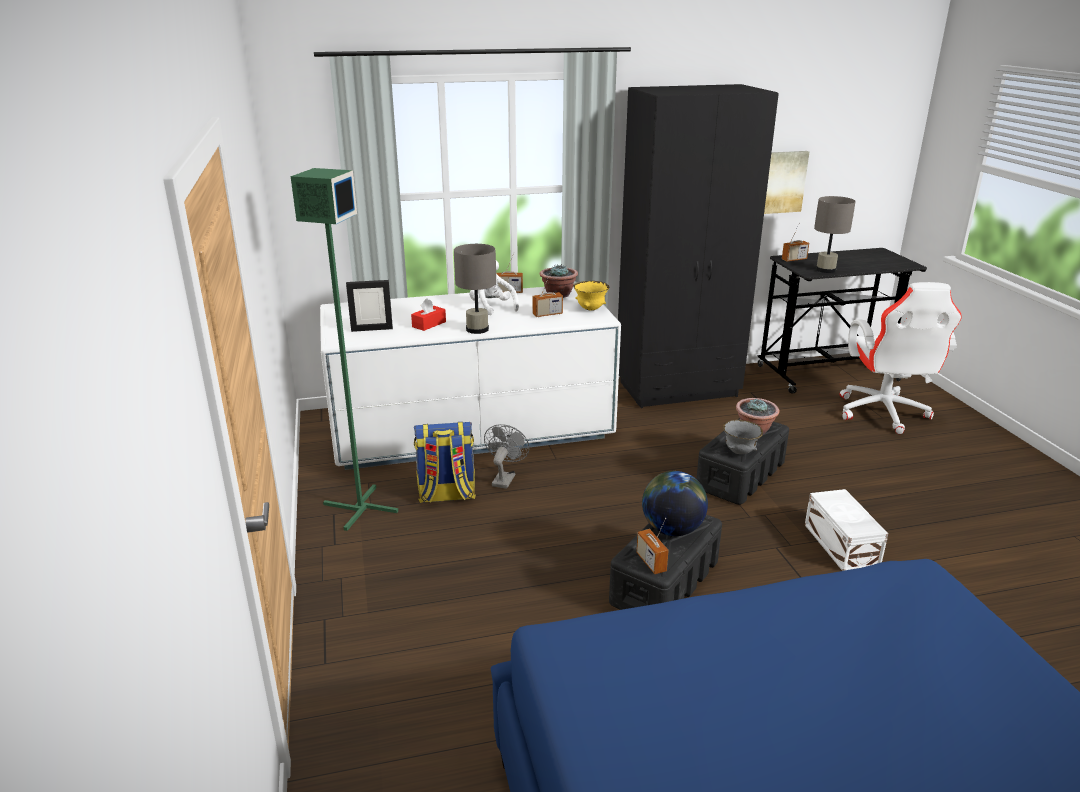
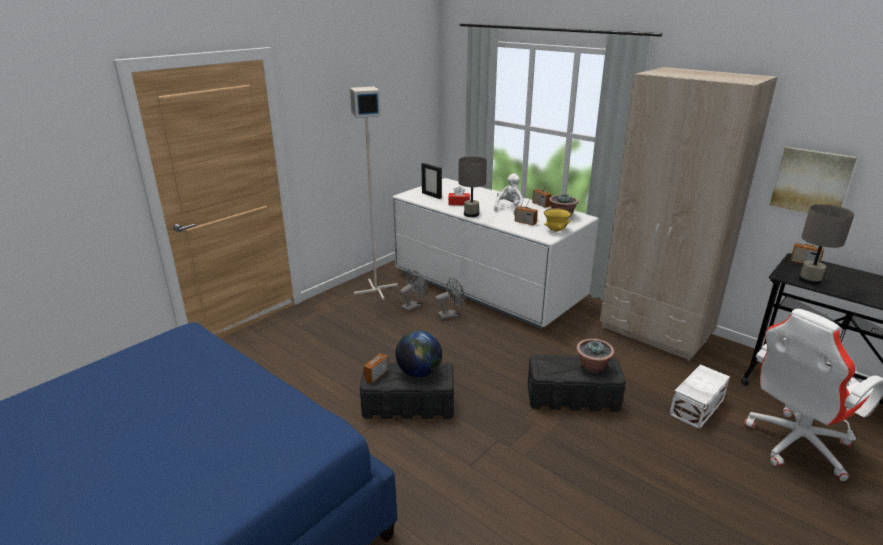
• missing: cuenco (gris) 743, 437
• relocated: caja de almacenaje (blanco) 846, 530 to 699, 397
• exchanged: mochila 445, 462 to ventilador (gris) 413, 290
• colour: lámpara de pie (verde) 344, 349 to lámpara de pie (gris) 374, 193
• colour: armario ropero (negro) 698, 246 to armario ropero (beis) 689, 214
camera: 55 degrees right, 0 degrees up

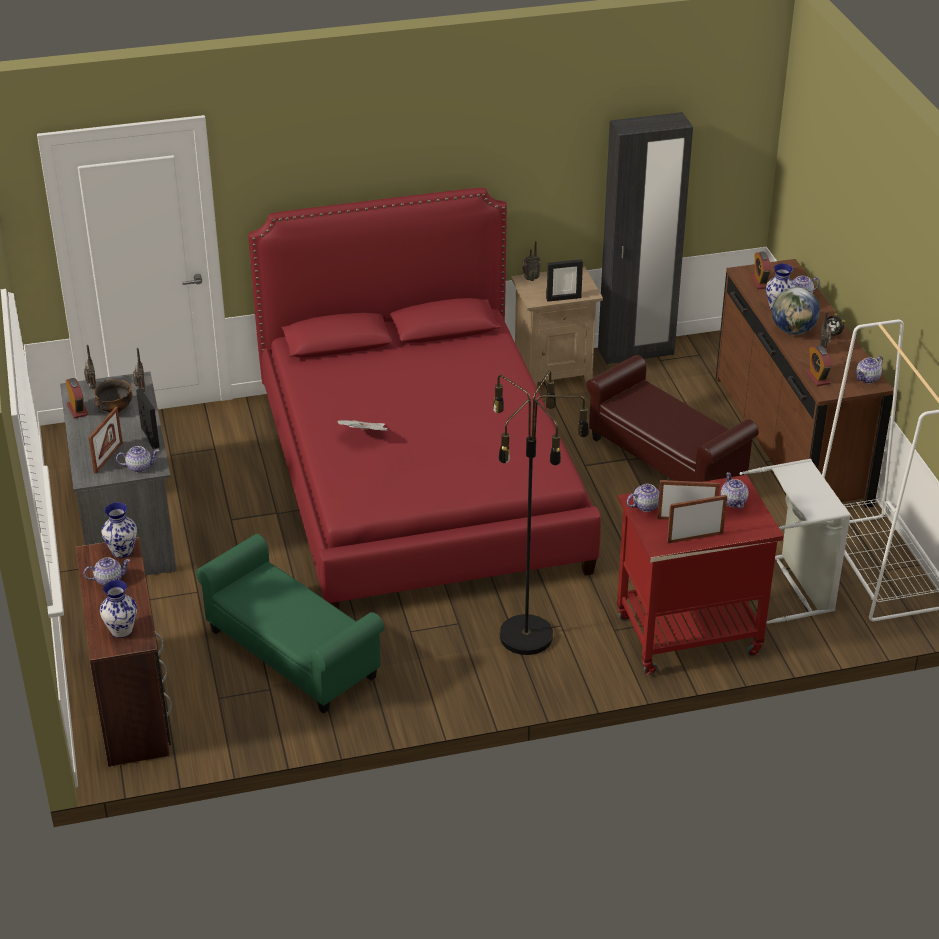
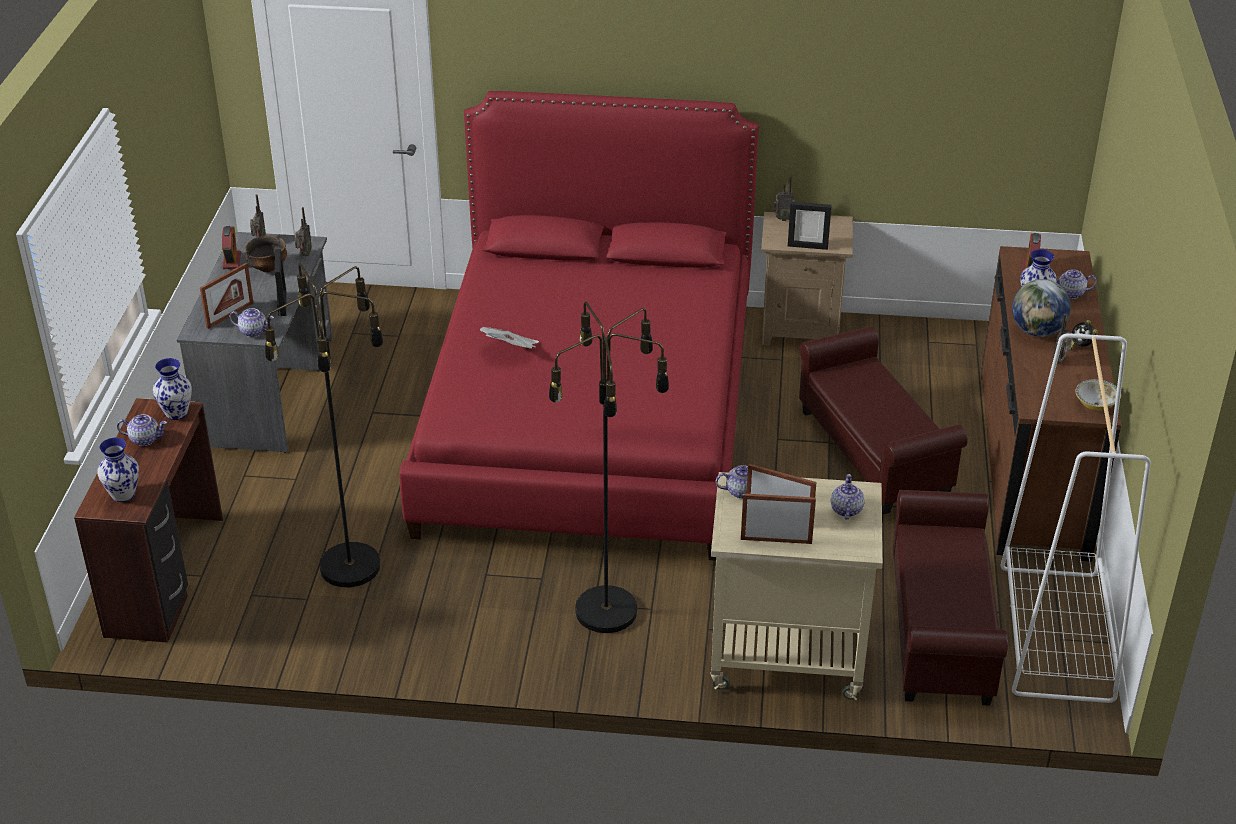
• missing: armario ropero (negro) 645, 238
• missing: despertador 818, 366
• exchanged: puf (verde) 290, 624 to lámpara de pie 324, 425
• exchanged: cesto de la ropa (gris) 795, 541 to puf (marrón) 950, 598
• exchanged: tetera 869, 369 to cuenco 1098, 395
• colour: carrito (rojo) 700, 575 to carrito (beis) 796, 586
camera: 20 degrees right, 0 degrees up

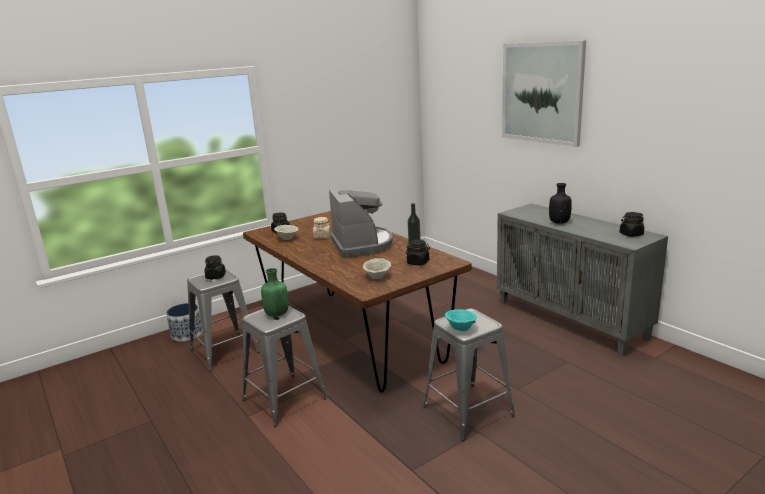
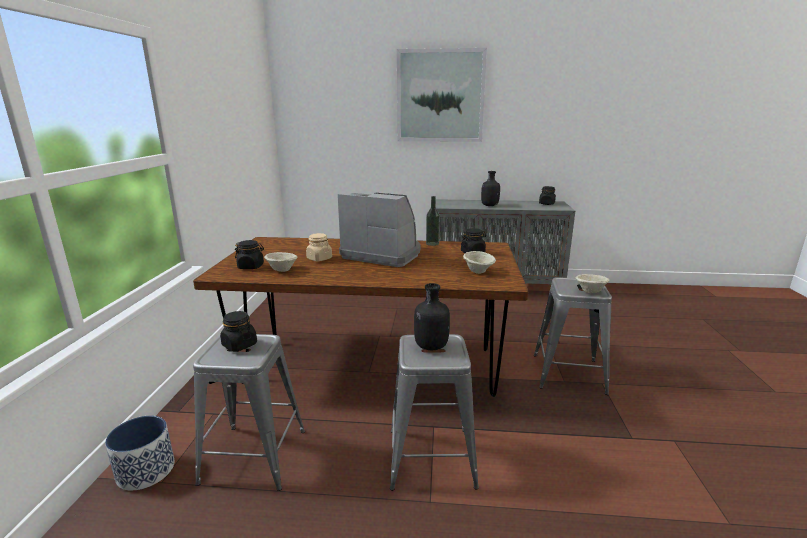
• colour: botella (verde) 275, 292 to botella (negro) 432, 316
• colour: cuenco (turquesa) 461, 320 to cuenco (beis) 592, 283
camera: 50 degrees left, 0 degrees up

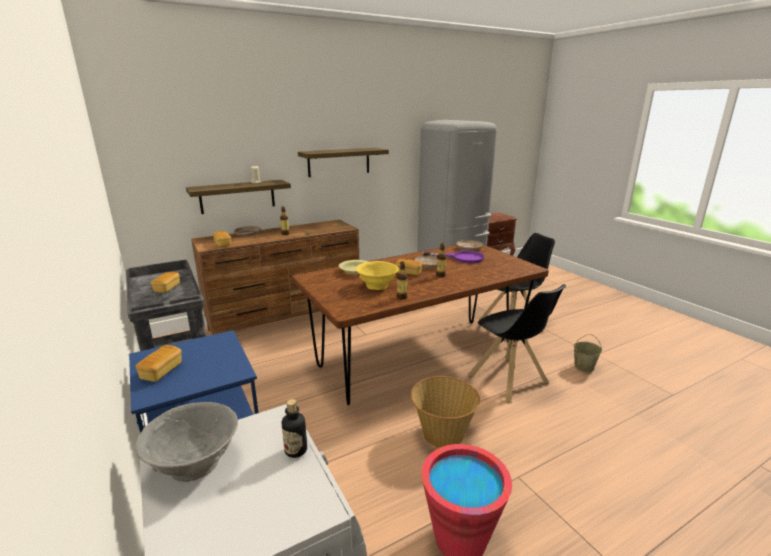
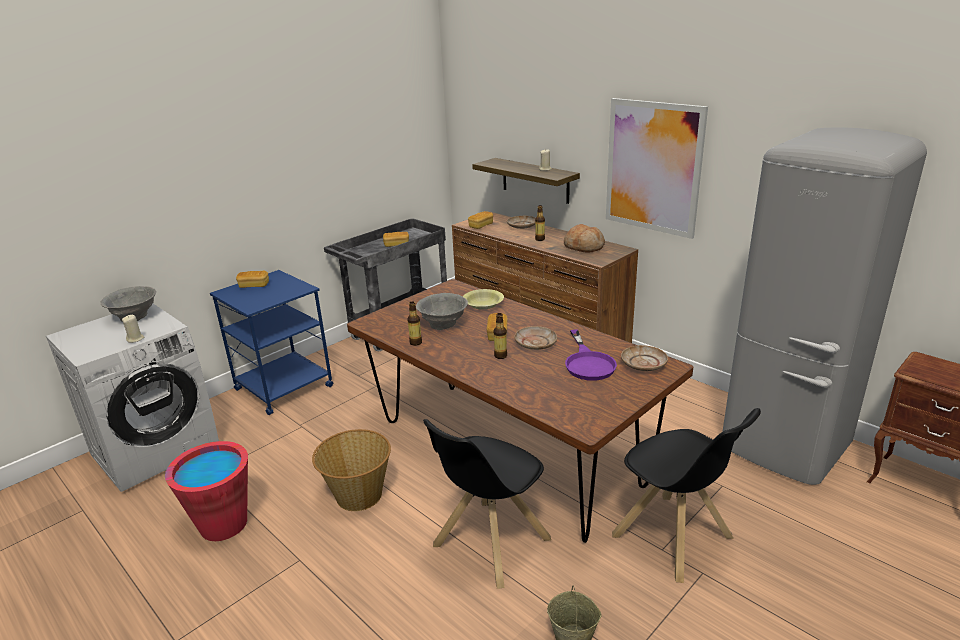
• appeared: pan 584, 238
• exchanged: botella 294, 428 to vela (beis) 133, 329
• exchanged: estante 343, 162 to cuadro 657, 168
• colour: cuenco (amarillo) 377, 275 to cuenco (gris) 442, 311
camera: 75 degrees right, 5 degrees up

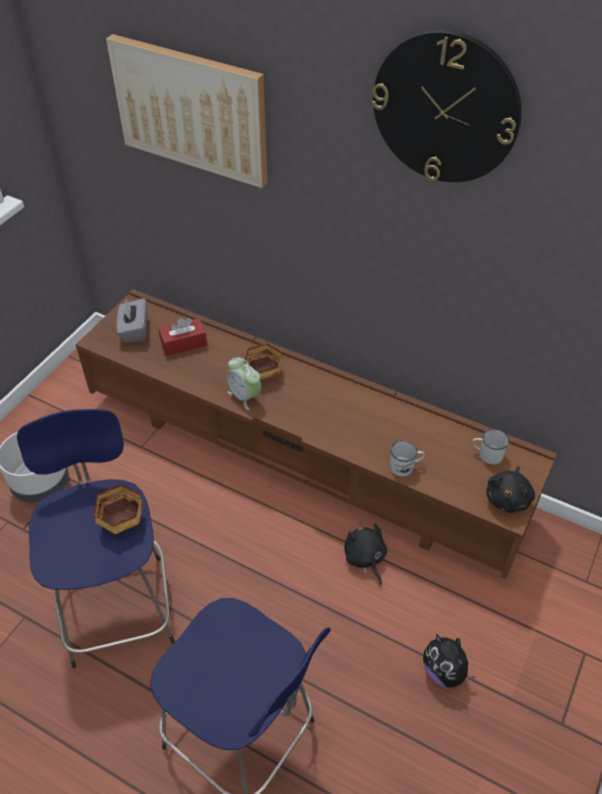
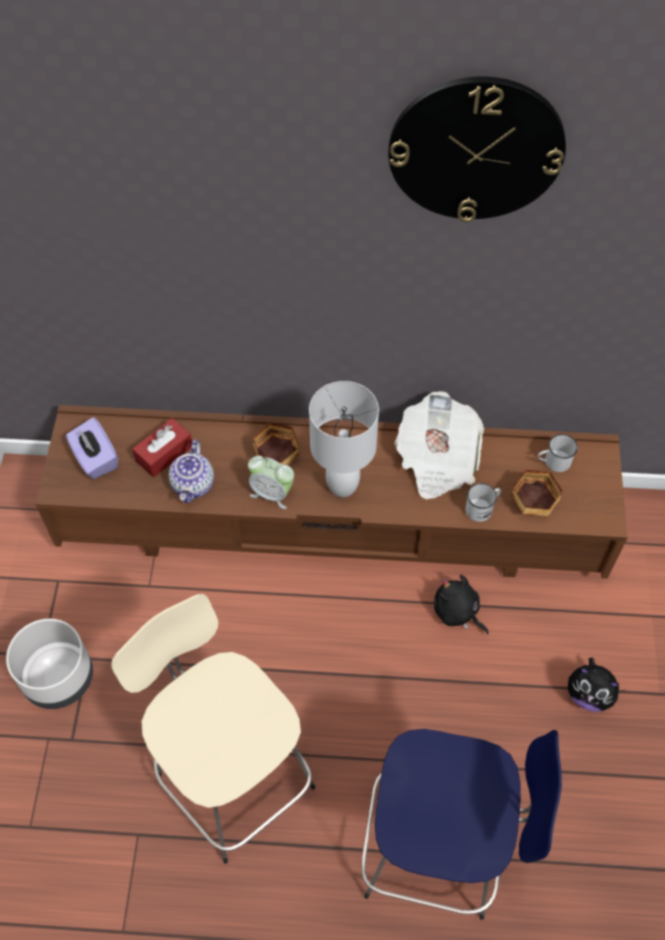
• missing: cuadro 187, 111
• missing: peluche (negro) 510, 489
• appeared: tetera 191, 471
• appeared: lámpara de mesa (blanco) 344, 439
• appeared: periódico 439, 445
• relocated: cuenco 118, 509 to 537, 493
• colour: taburete (azul) 96, 539 to taburete (beis) 213, 729
• colour: caja de pañuelos (gris) 132, 320 to caja de pañuelos (morado) 92, 448
camera: 25 degrees left, 10 degrees up

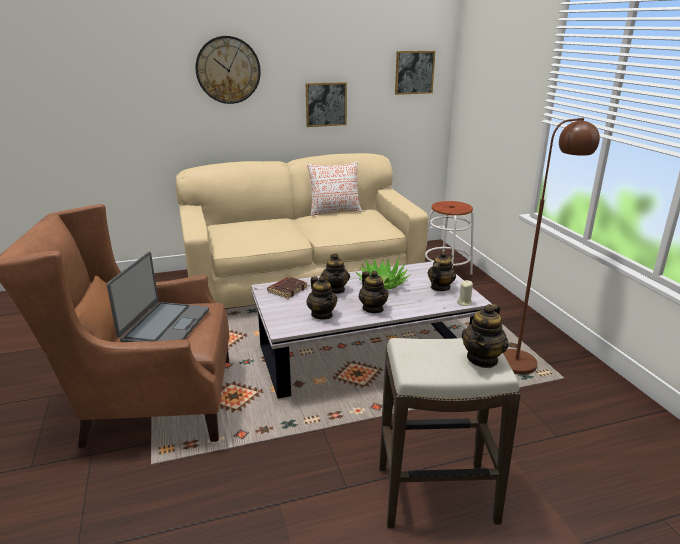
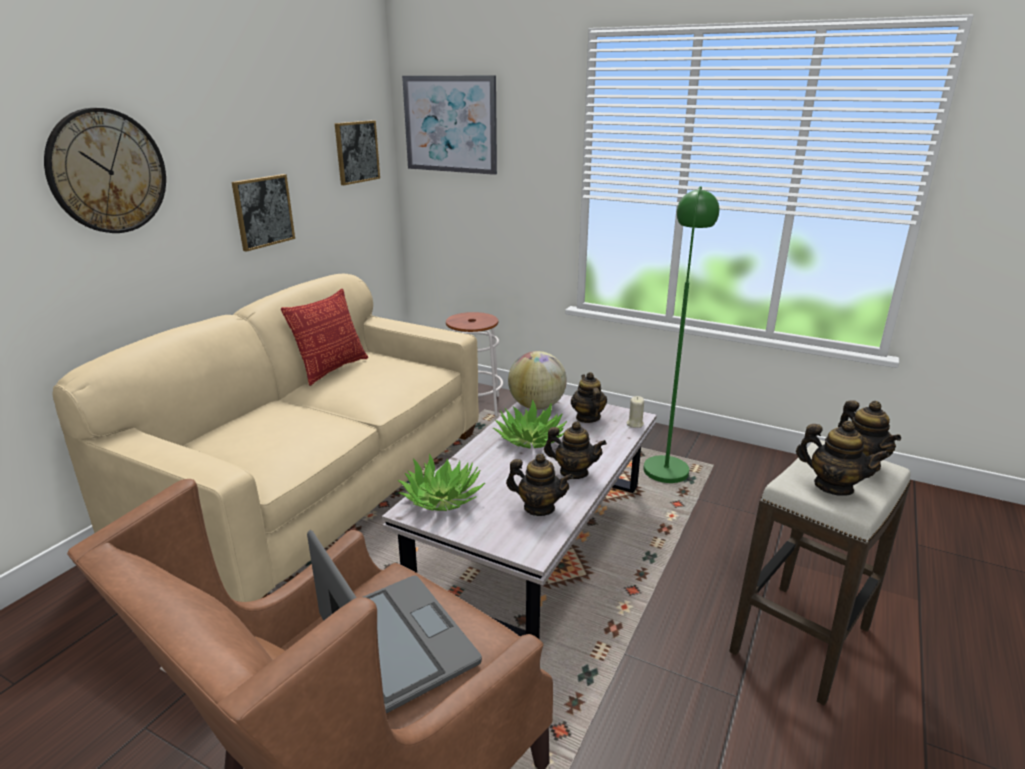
• appeared: cuadro 449, 125
• appeared: globo terráqueo 537, 380
• relocated: tetera 335, 273 to 843, 458
• exchanged: libro (marrón) 287, 288 to planta en maceta 441, 482
• colour: cojín (blanco) 334, 189 to cojín (rojo) 324, 337
• colour: lámpara de pie (marrón) 551, 246 to lámpara de pie (verde) 681, 334
camera: 45 degrees left, 0 degrees up

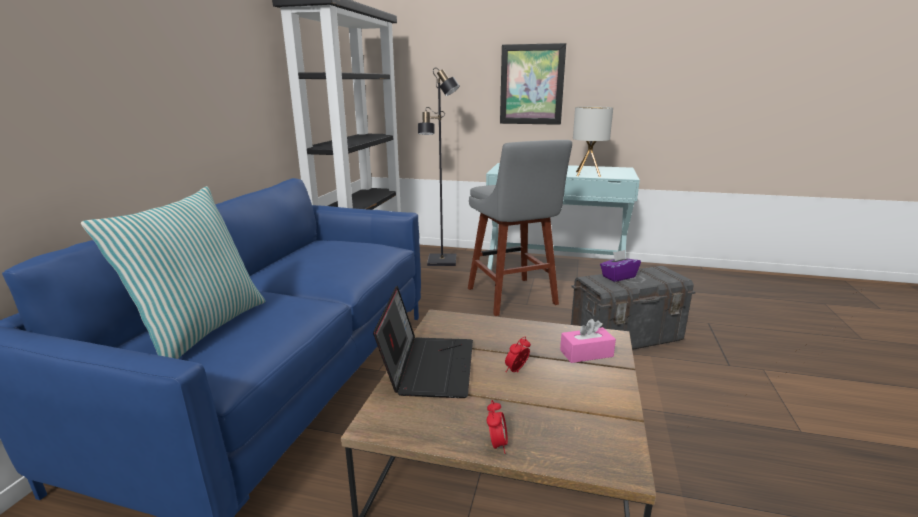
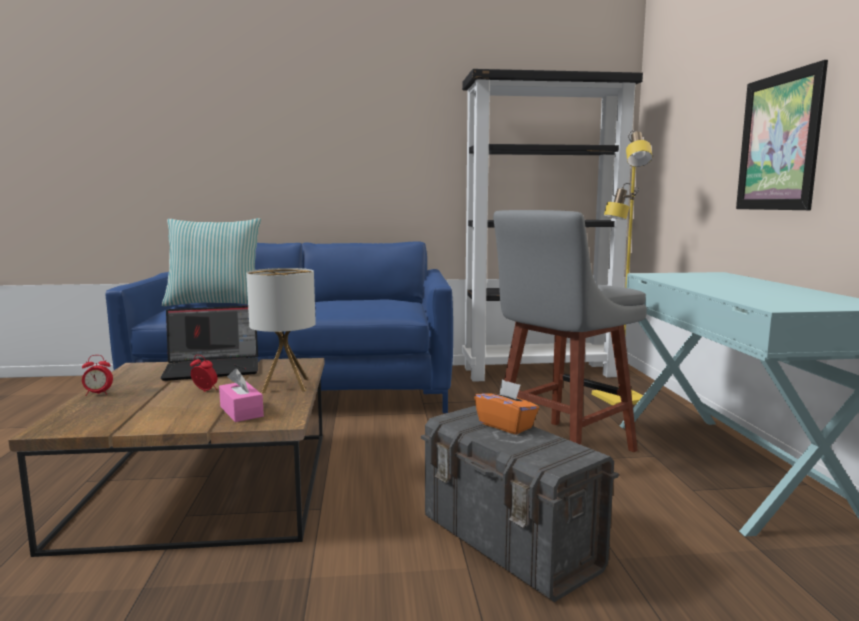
• relocated: lámpara de mesa 593, 142 to 281, 330
• colour: lámpara de pie (negro) 439, 167 to lámpara de pie (amarillo) 622, 267
• colour: caja de pañuelos (morado) 620, 266 to caja de pañuelos (naranja) 506, 407
camera: 70 degrees right, 10 degrees down

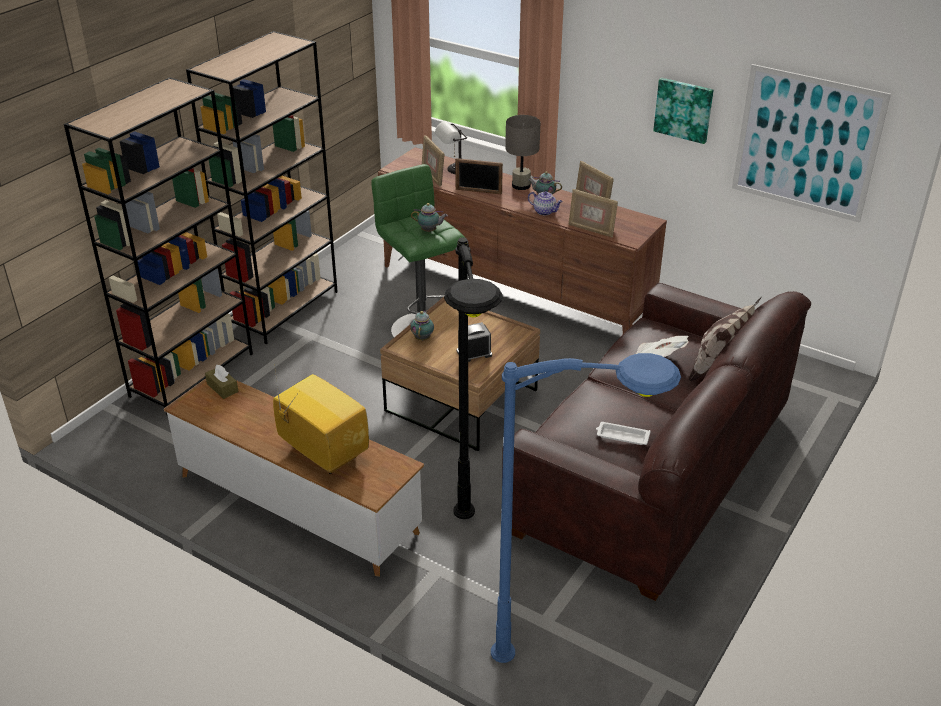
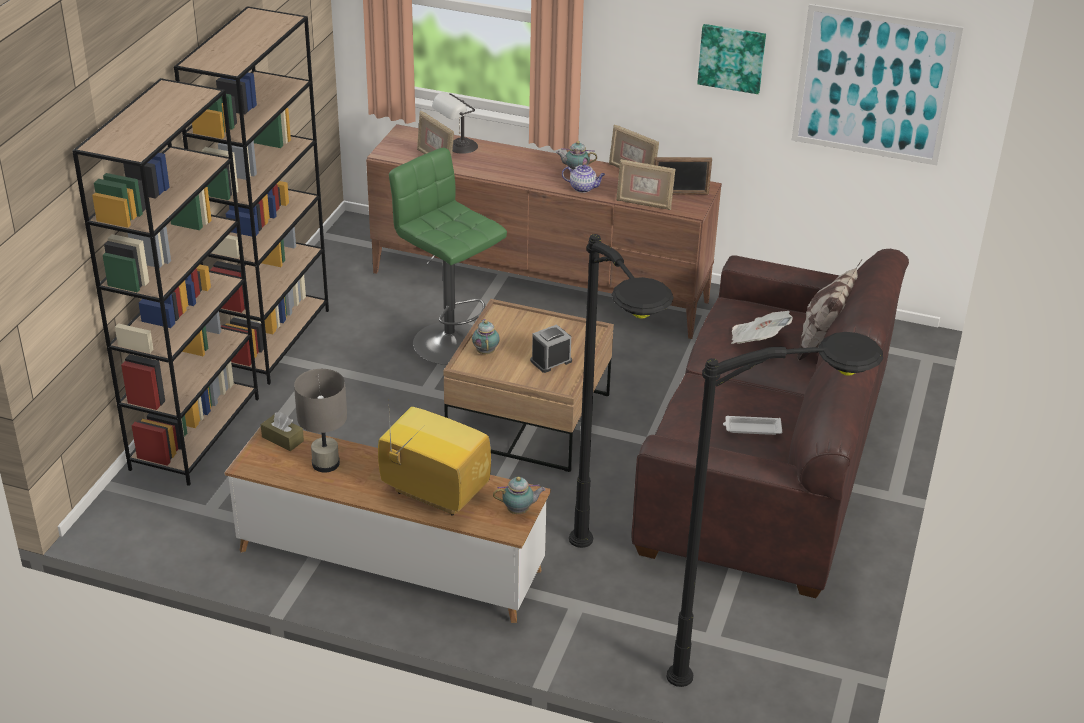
• relocated: tetera 429, 217 to 519, 495
• relocated: portarretratos 479, 176 to 683, 176
• relocated: lámpara de mesa (gris) 522, 152 to 320, 421
• colour: lámpara de pie (azul) 586, 508 to lámpara de pie (negro) 774, 509
camera: 15 degrees left, 0 degrees up

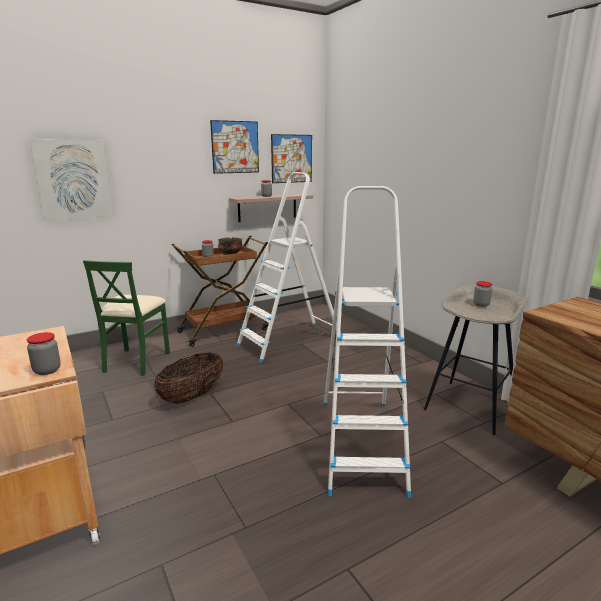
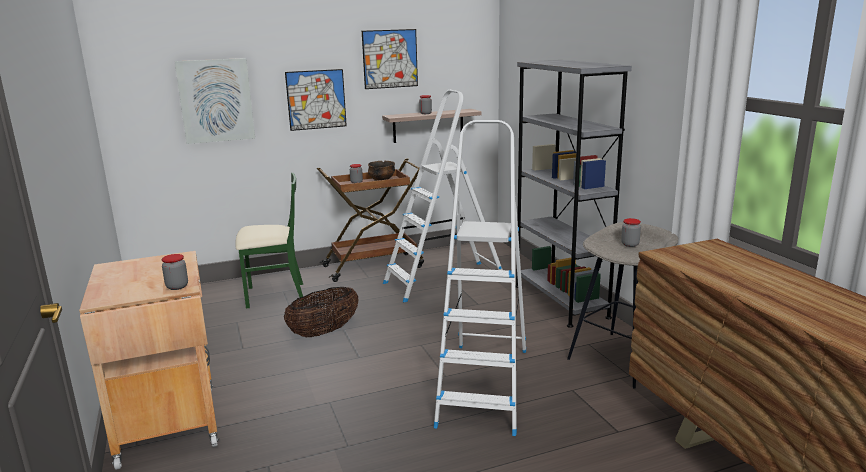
• appeared: estantería (gris) 574, 194
• relocated: cuadro 291, 158 to 316, 100
• spun: silla (verde) 126, 318 = 269, 241 120 degrees counterclockwise
camera: 10 degrees right, 0 degrees up

